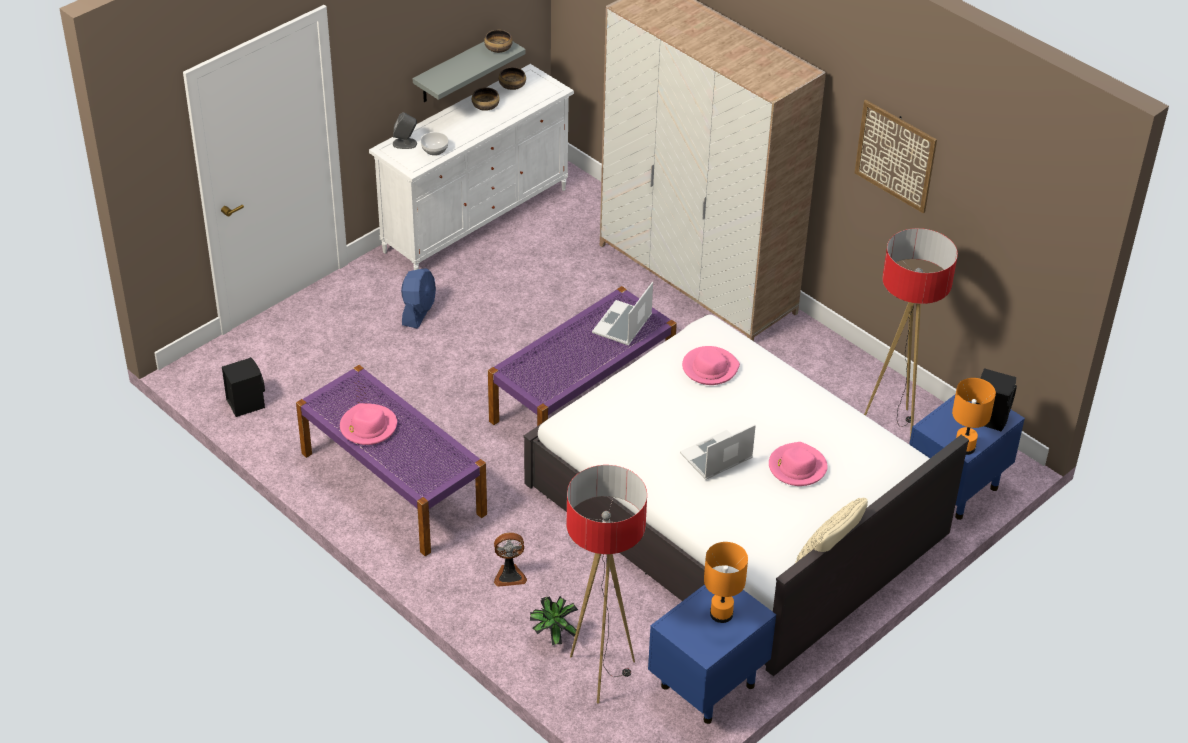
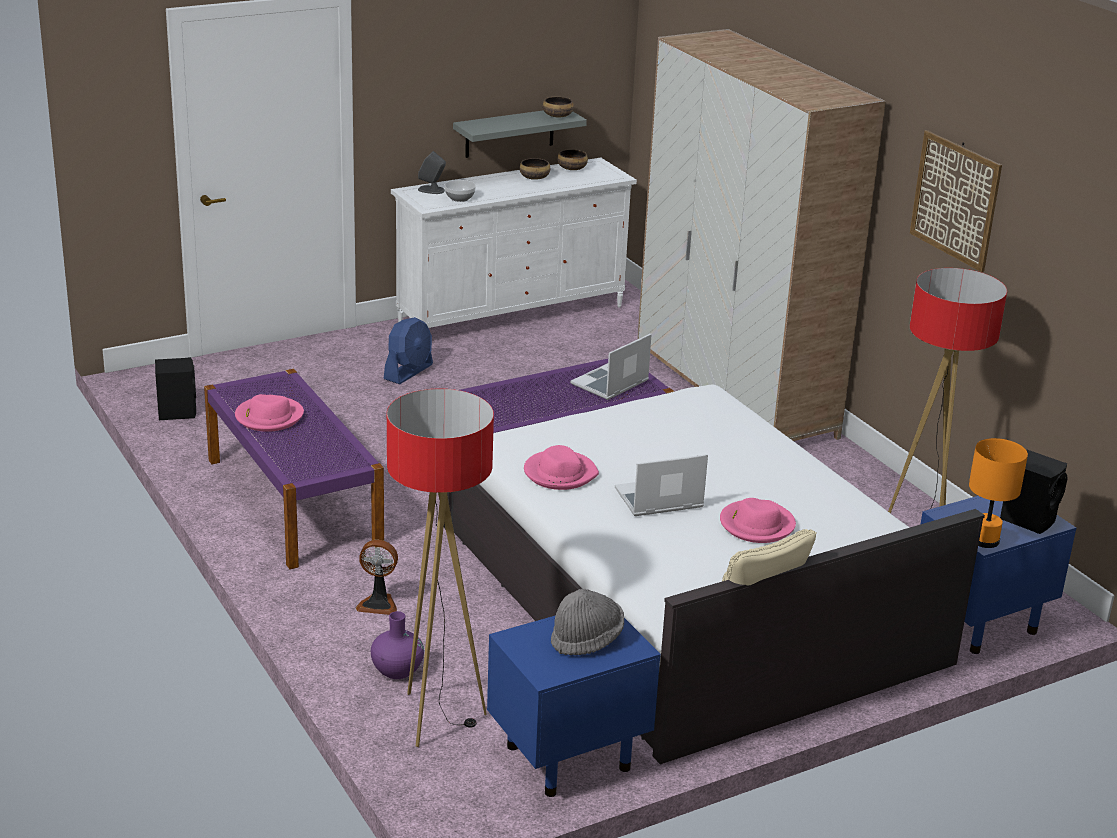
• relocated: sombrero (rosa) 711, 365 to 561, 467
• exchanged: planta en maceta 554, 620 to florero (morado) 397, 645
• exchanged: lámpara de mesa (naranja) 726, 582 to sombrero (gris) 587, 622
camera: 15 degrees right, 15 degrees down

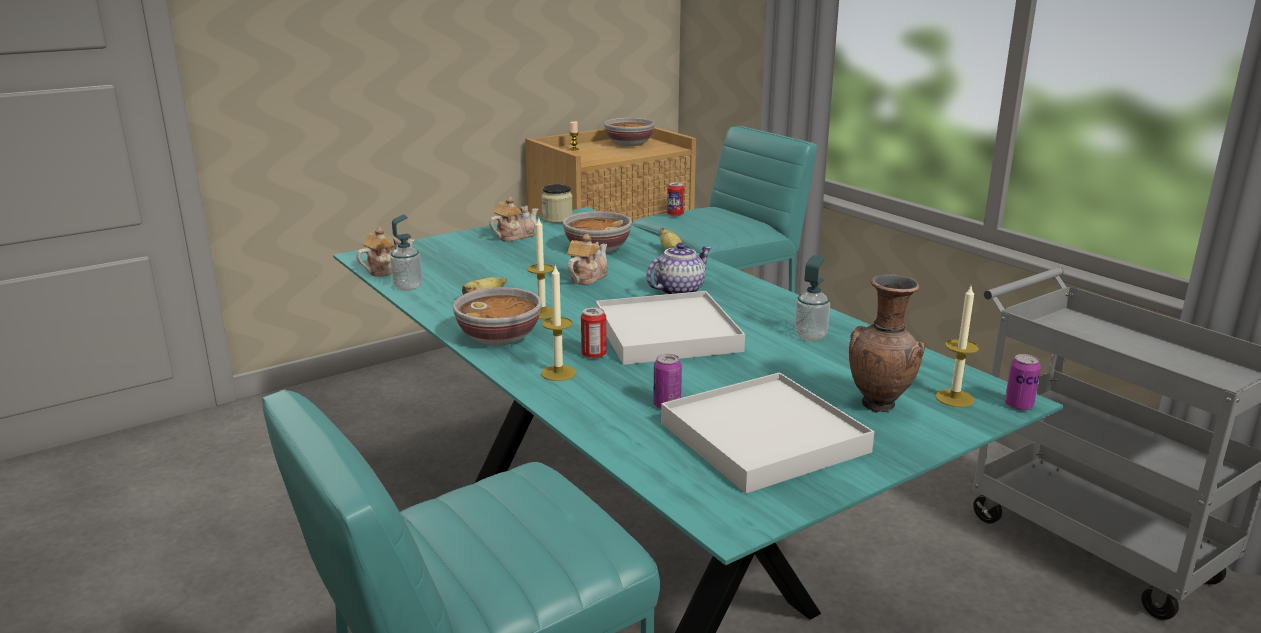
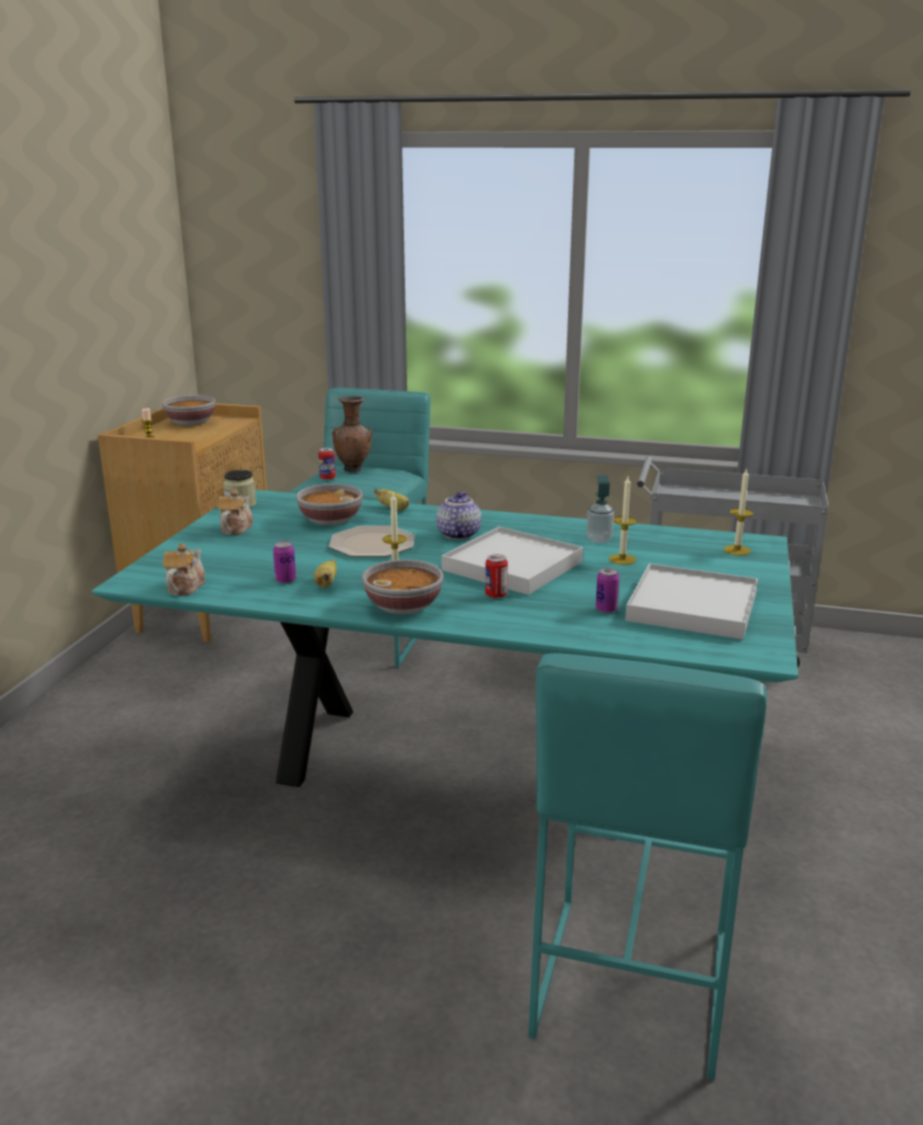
• missing: dispensador de jabón 406, 253
• relocated: vela 558, 322 to 623, 521
• relocated: florero (marrón) 887, 343 to 352, 434
• relocated: lata 1023, 382 to 284, 562
• exchanged: tetera 587, 259 to plato 372, 541
camera: 40 degrees left, 0 degrees up

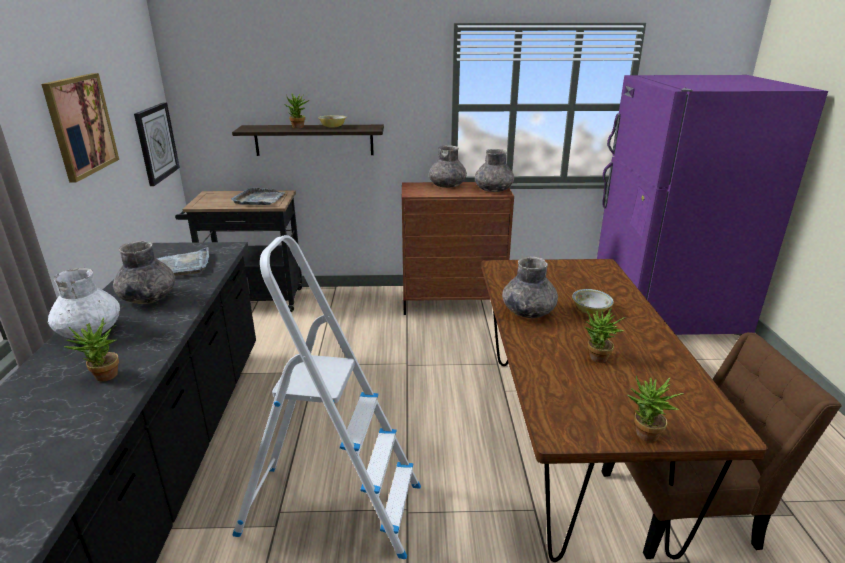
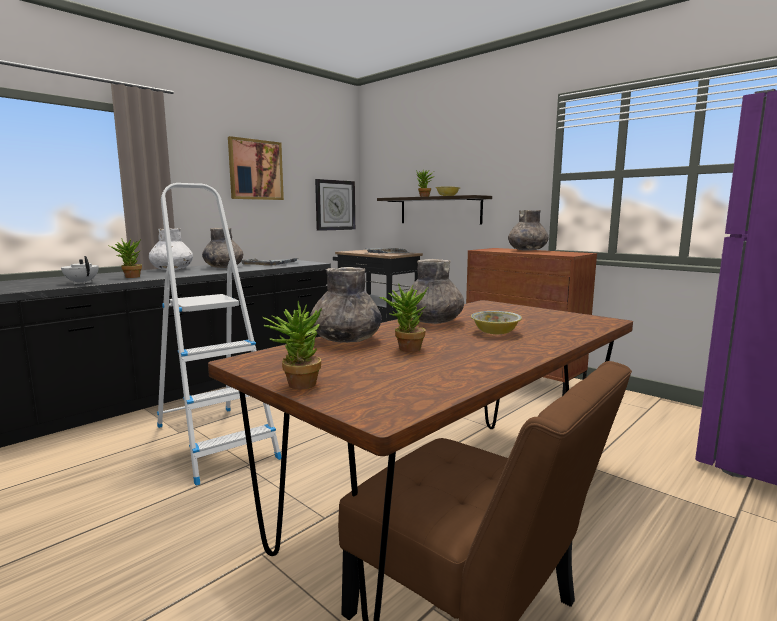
• appeared: tetera (blanco) 80, 270
• relocated: florero (gris) 494, 170 to 346, 305
camera: 45 degrees right, 15 degrees down

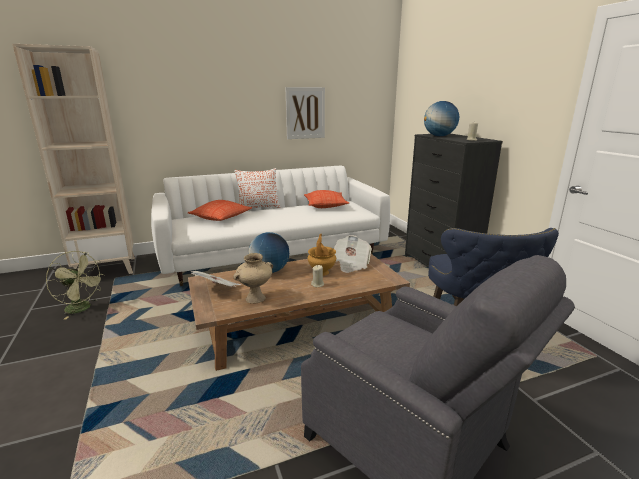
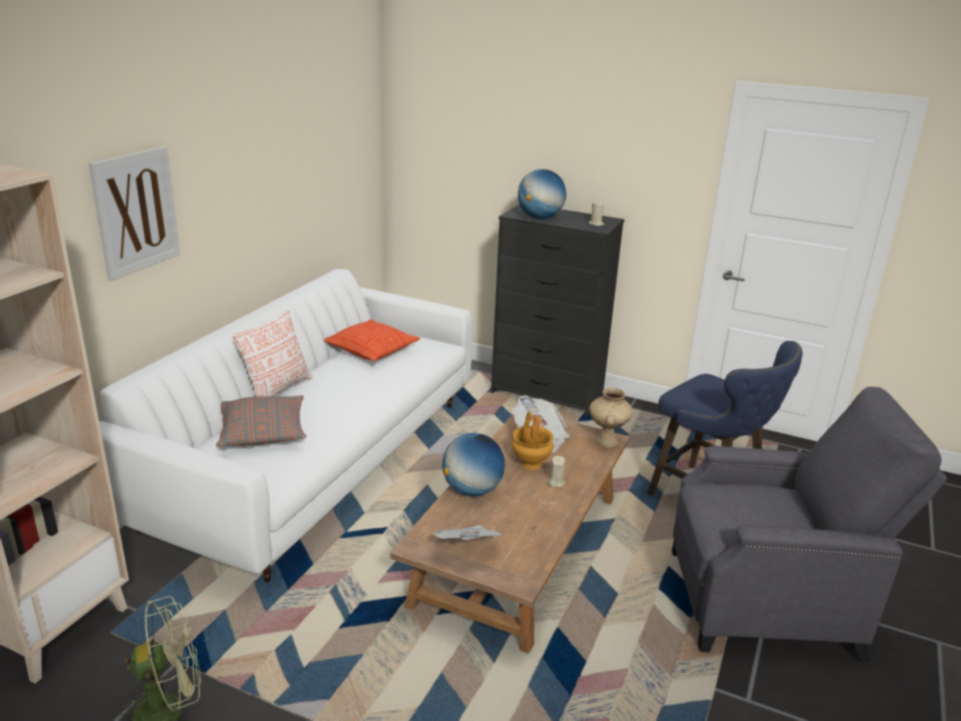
• relocated: florero (beis) 253, 278 to 610, 417
• relocated: cuadro 305, 113 to 135, 213
• colour: cojín (naranja) 220, 210 to cojín (gris) 261, 421
camera: 45 degrees left, 5 degrees up

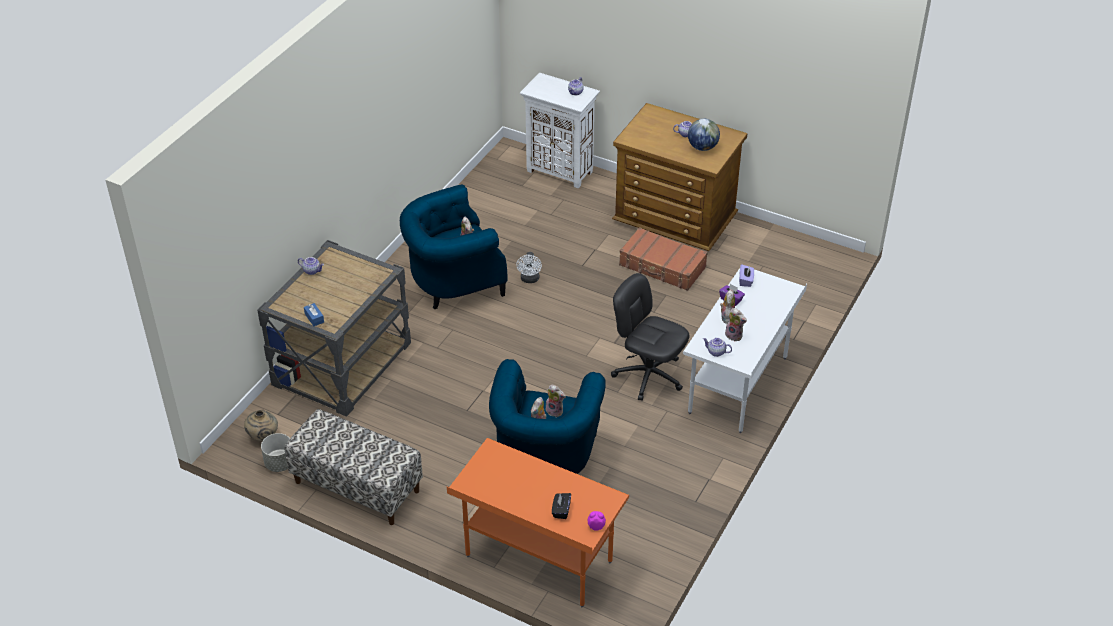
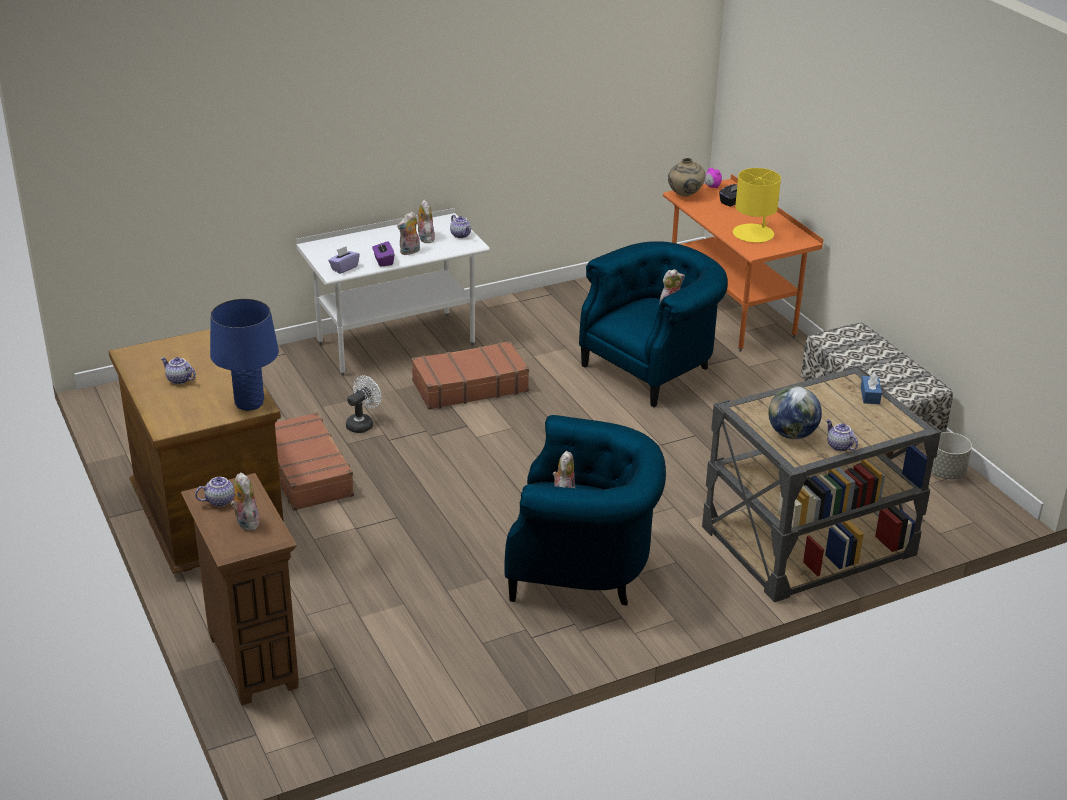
• appeared: lámpara de mesa (azul) 244, 354
• appeared: lámpara de mesa (amarillo) 757, 205
• relocated: florero (beis) 261, 425 to 686, 177
• relocated: ventilador (blanco) 529, 267 to 363, 404
• relocated: peluche 555, 401 to 245, 501
• relocated: globo terráqueo 704, 135 to 795, 412
• exchanged: silla de oficina (negro) 650, 337 to maleta (marrón) 470, 375
• colour: armario (blanco) 560, 130 to armario (marrón) 240, 589
camera: 145 degrees left, 10 degrees down

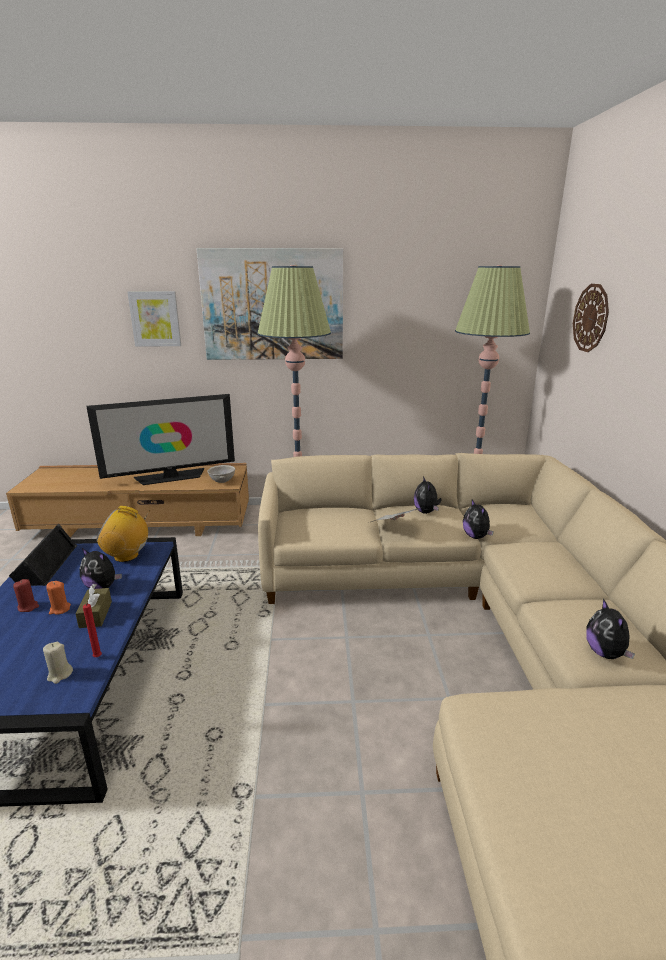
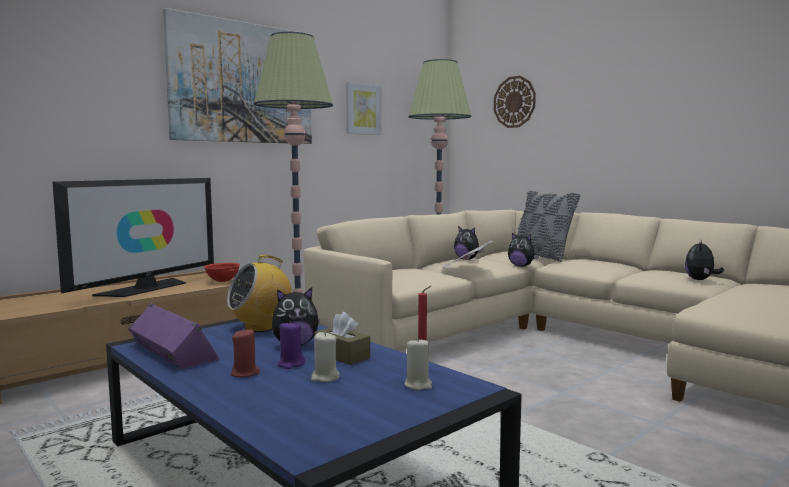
• appeared: vela (beis) 325, 357
• appeared: cojín (gris) 548, 226
• relocated: cuadro 154, 319 to 364, 108
• colour: altavoz (negro) 43, 554 to altavoz (morado) 174, 336
• colour: vela (naranja) 58, 598 to vela (morado) 291, 345
• colour: cuenco (gris) 221, 474 to cuenco (rojo) 222, 272
• spun: peluche 610, 628 = 704, 259 75 degrees clockwise
camera: 40 degrees left, 15 degrees down

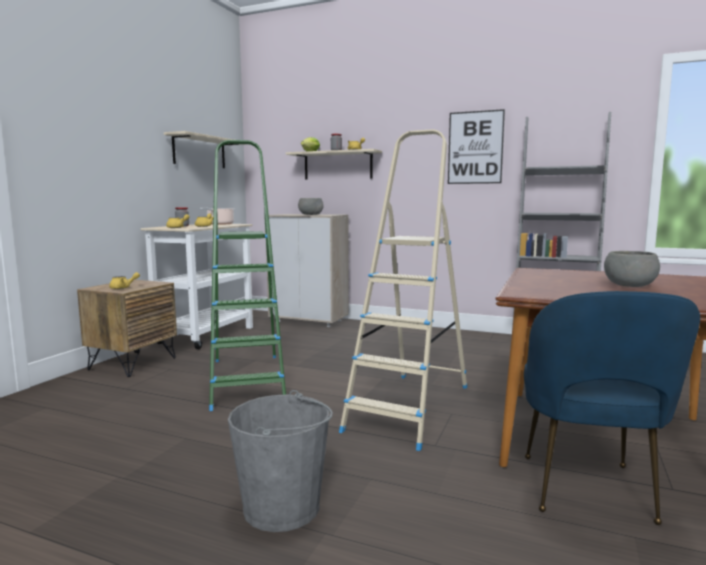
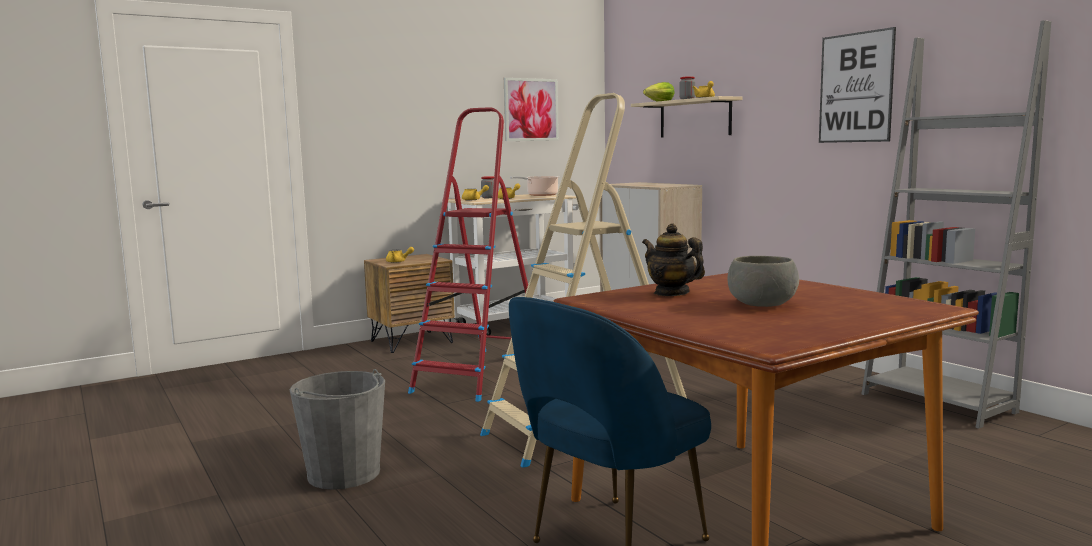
• missing: cuenco (gris) 310, 206
• appeared: tetera 673, 260
• exchanged: estante (beis) 205, 149 to cuadro 531, 109
• colour: escalera de tijera (verde) 247, 275 to escalera de tijera (rojo) 468, 254
camera: 35 degrees right, 0 degrees up

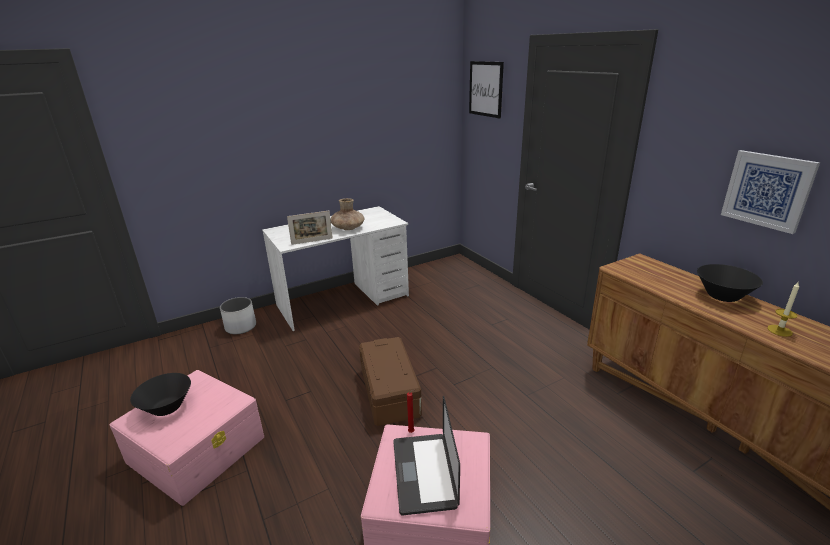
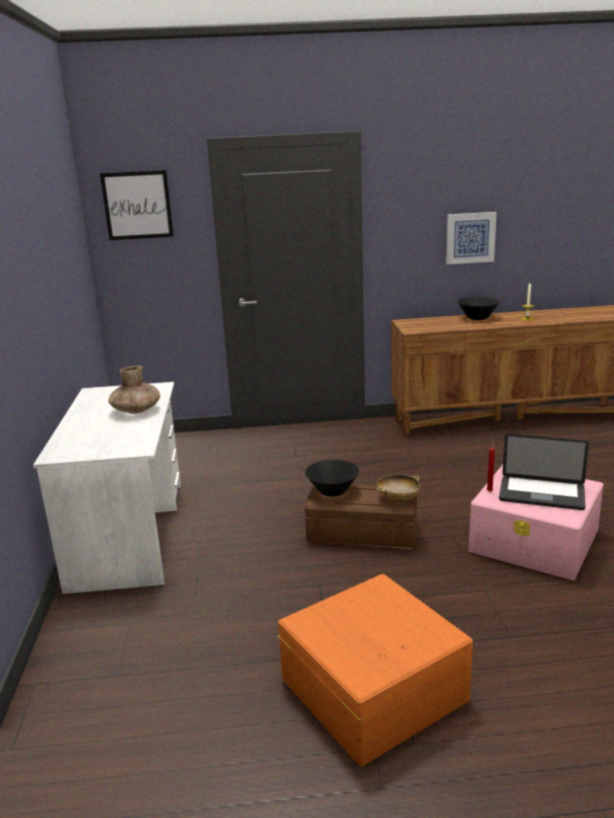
• missing: maceta (blanco) 238, 315
• missing: portarretratos 310, 228
• appeared: cuenco (beis) 398, 488
• relocated: cuenco (negro) 160, 394 to 332, 478
• colour: caja de almacenaje (rosa) 186, 438 to caja de almacenaje (naranja) 375, 670
camera: 65 degrees left, 5 degrees down

